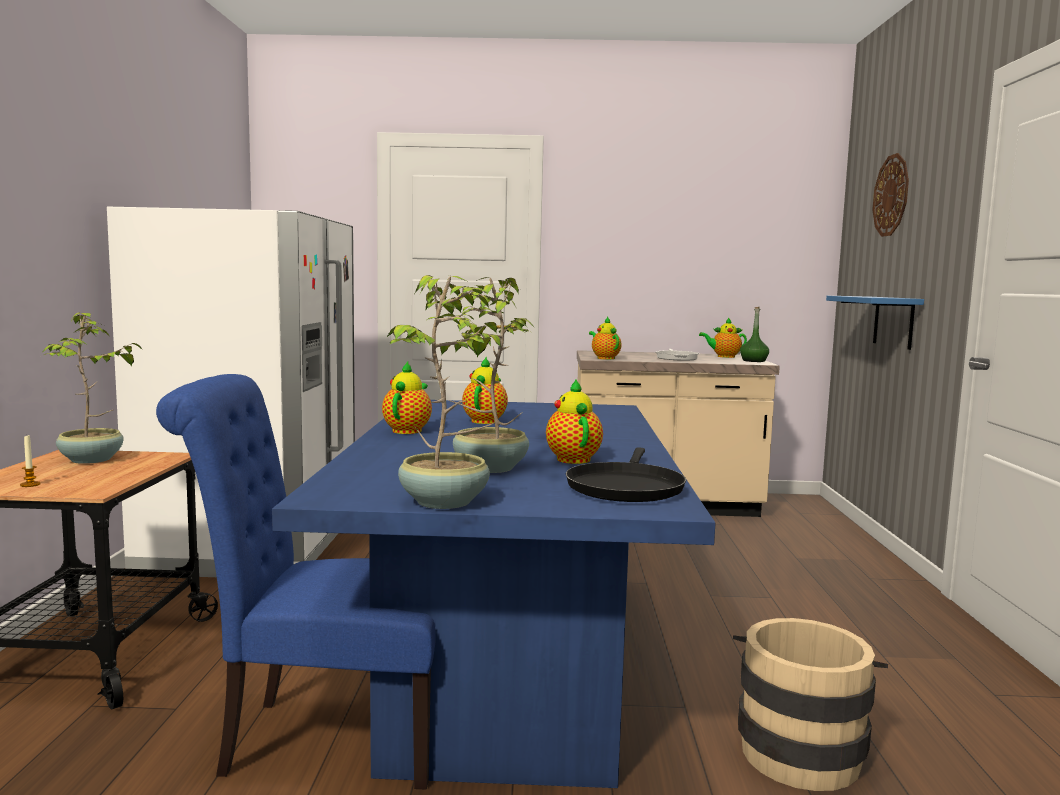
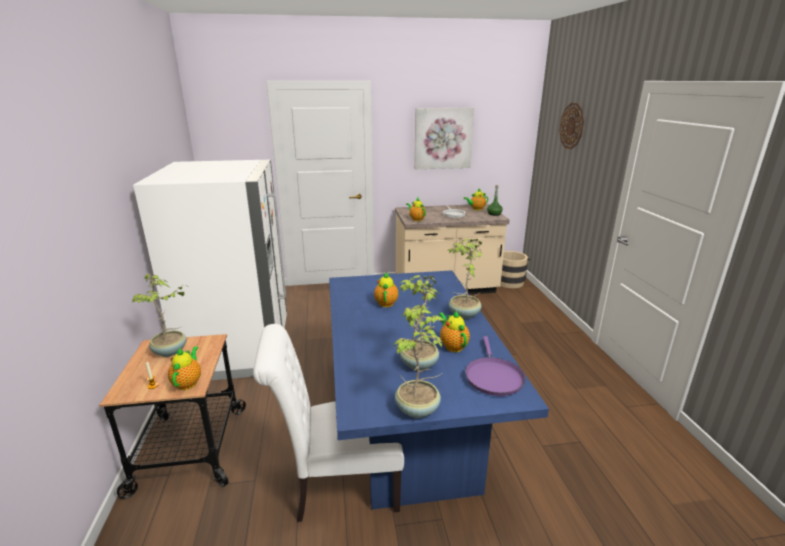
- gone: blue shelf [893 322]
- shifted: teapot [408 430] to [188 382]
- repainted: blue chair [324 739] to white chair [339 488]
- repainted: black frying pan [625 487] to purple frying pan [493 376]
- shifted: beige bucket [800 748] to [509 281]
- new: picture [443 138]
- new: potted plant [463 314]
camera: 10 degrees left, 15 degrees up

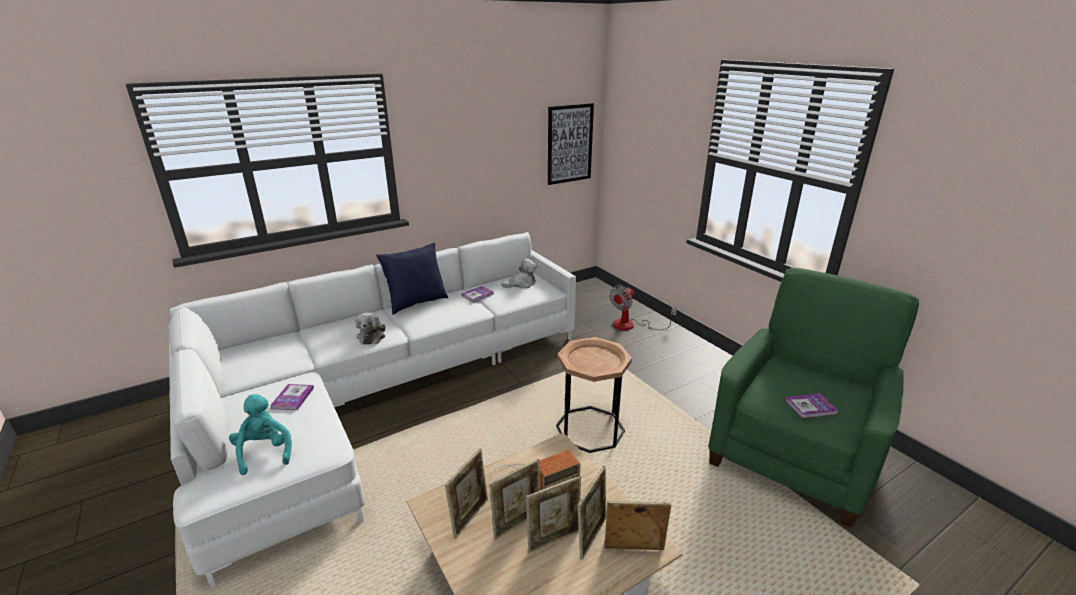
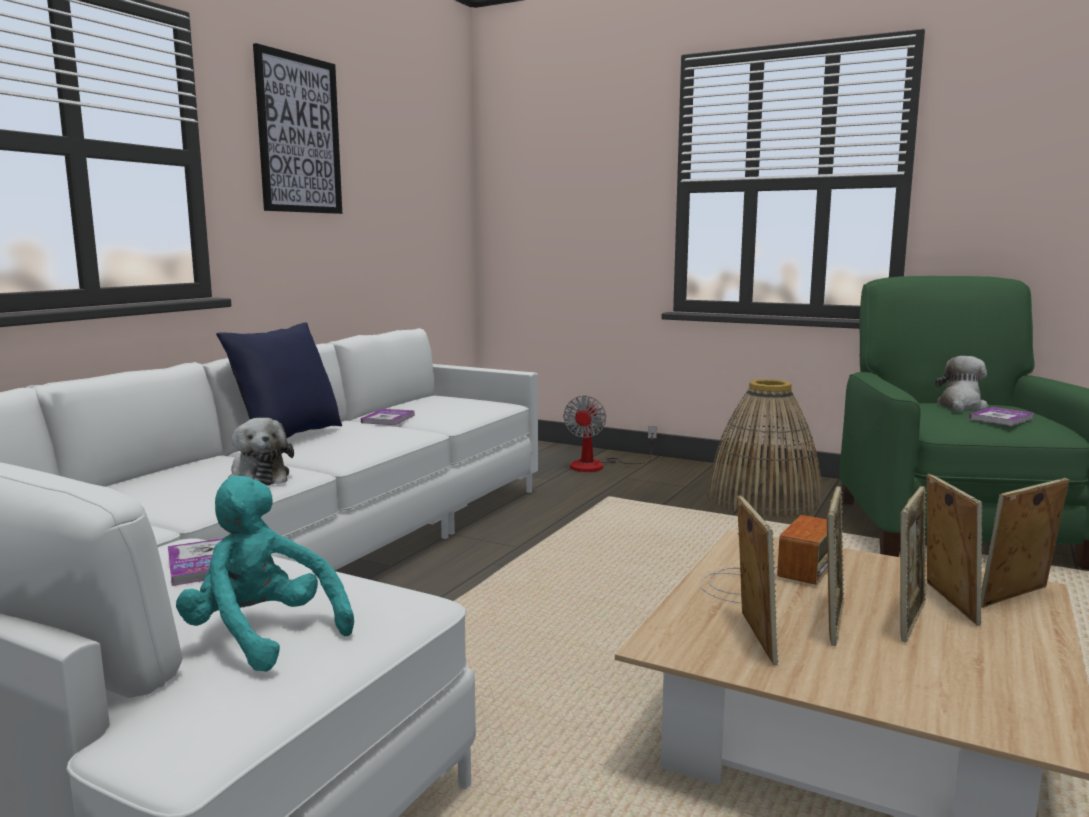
- shifted: picture [569 144] to [299 135]
- shifted: plush toy [521 284] to [960 406]
- gone: brown side table [590 429]
- new: basket [763 498]
camera: 30 degrees left, 15 degrees down

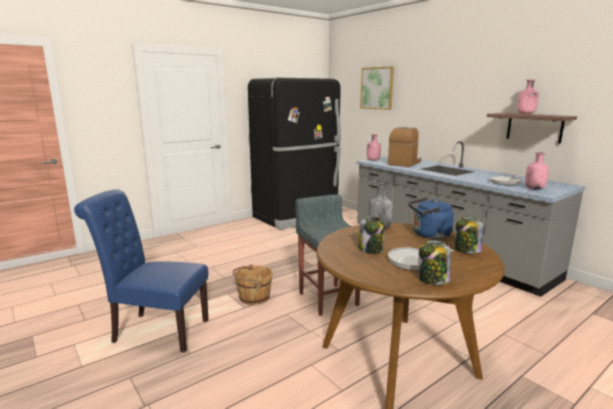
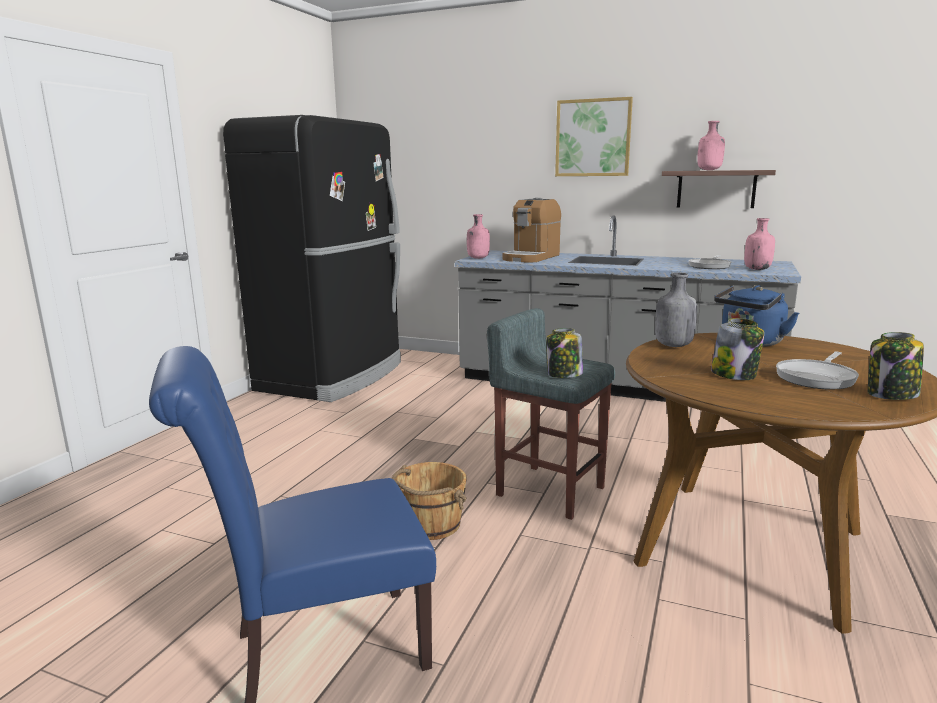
- shifted: picture [377 88] to [593 138]
- rotated: coffee machine [404 163] = [531 257] 150 degrees counterclockwise
- shifted: jar [467 250] to [564 375]
camera: 30 degrees left, 0 degrees up

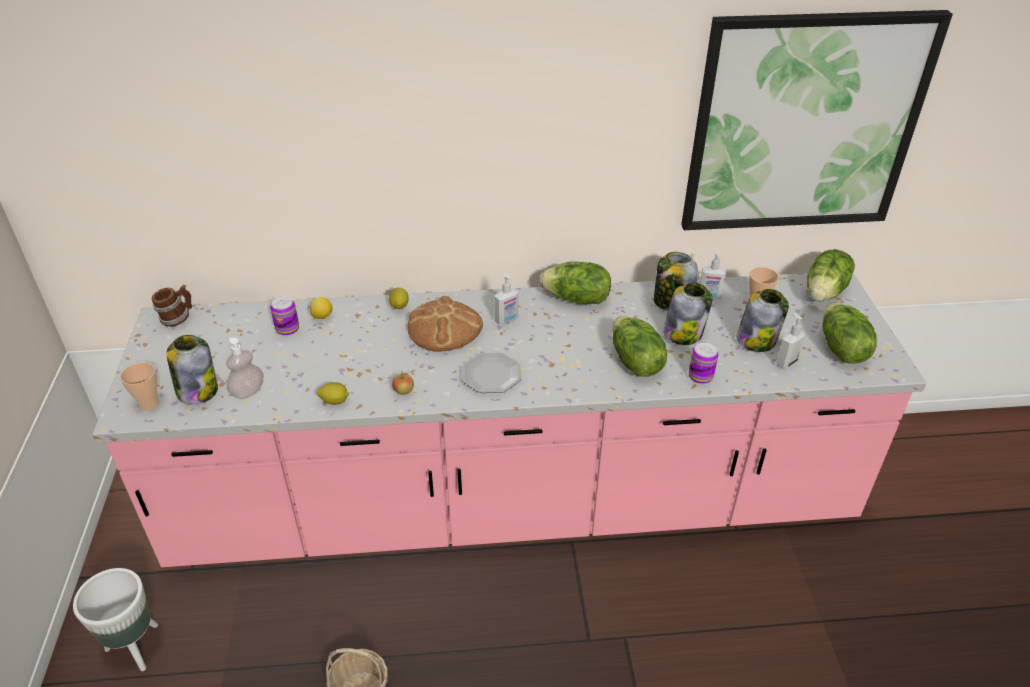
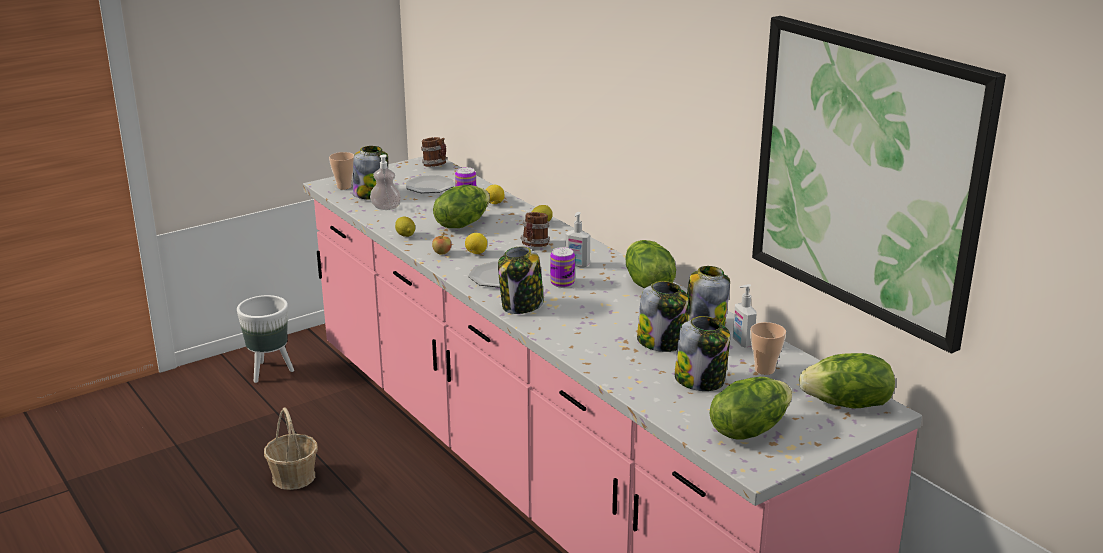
- swapped: bread [444 328] to mug [535 245]
- gone: soap dispenser [785 362]
- shifted: lettuce [634 362] to [462 224]
- shifted: can [700 376] to [562 283]
- new: plate [429 186]
- new: lemon [476 253]
- new: jar [522 306]
camera: 60 degrees right, 15 degrees down

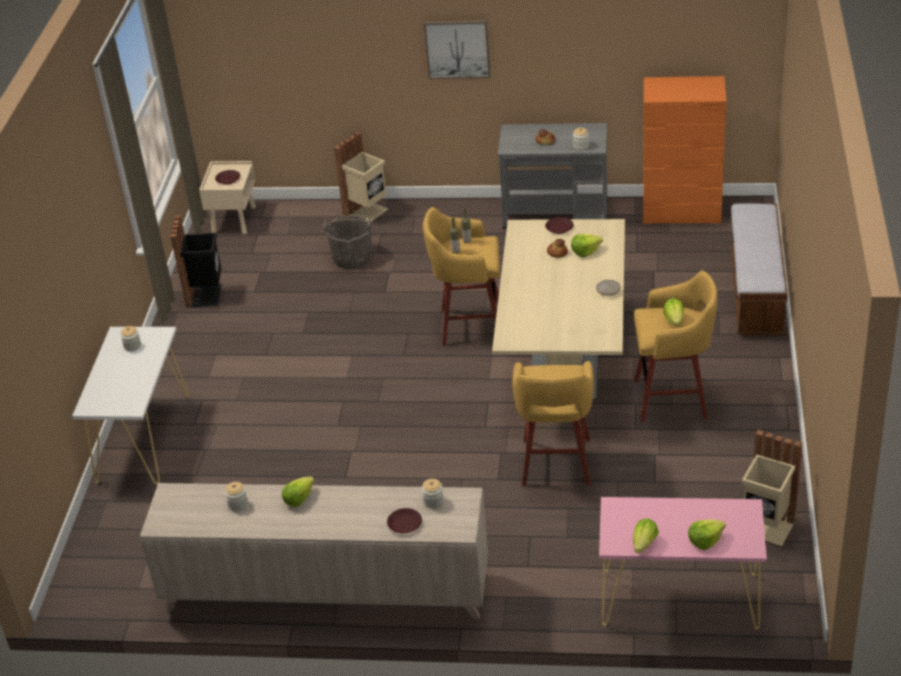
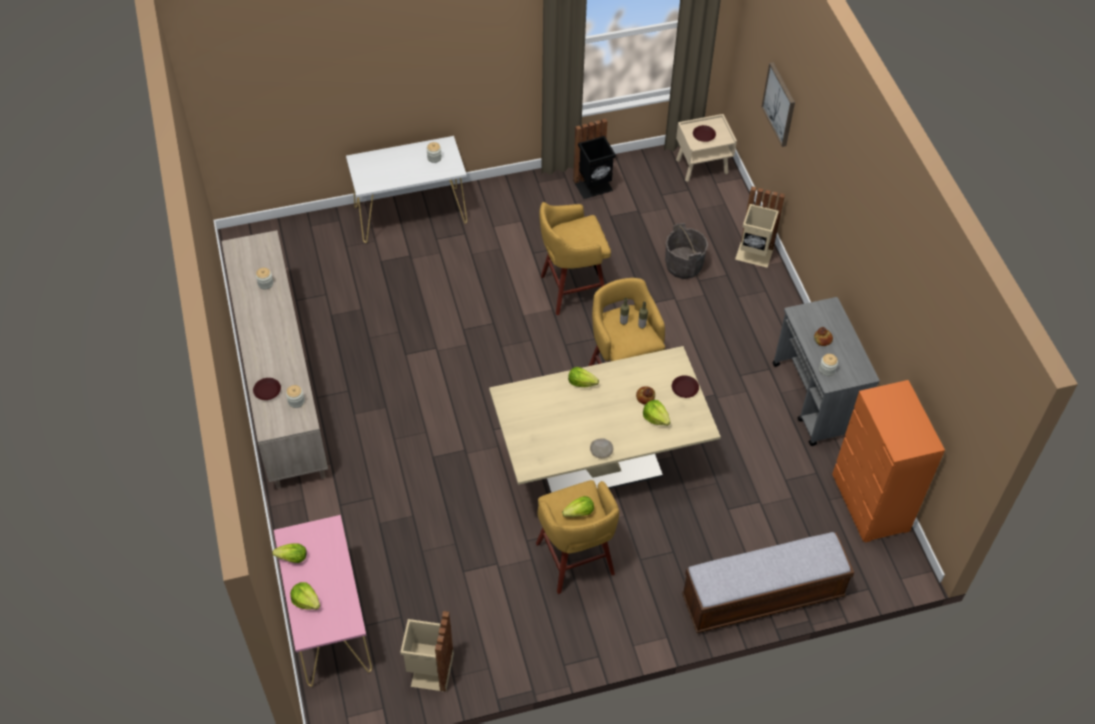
- shifted: picture [457 48] to [779 104]
- shifted: yellow stool [556 464] to [571 290]
- shifted: lettuce [298 499] to [581 382]
camera: 65 degrees right, 15 degrees up

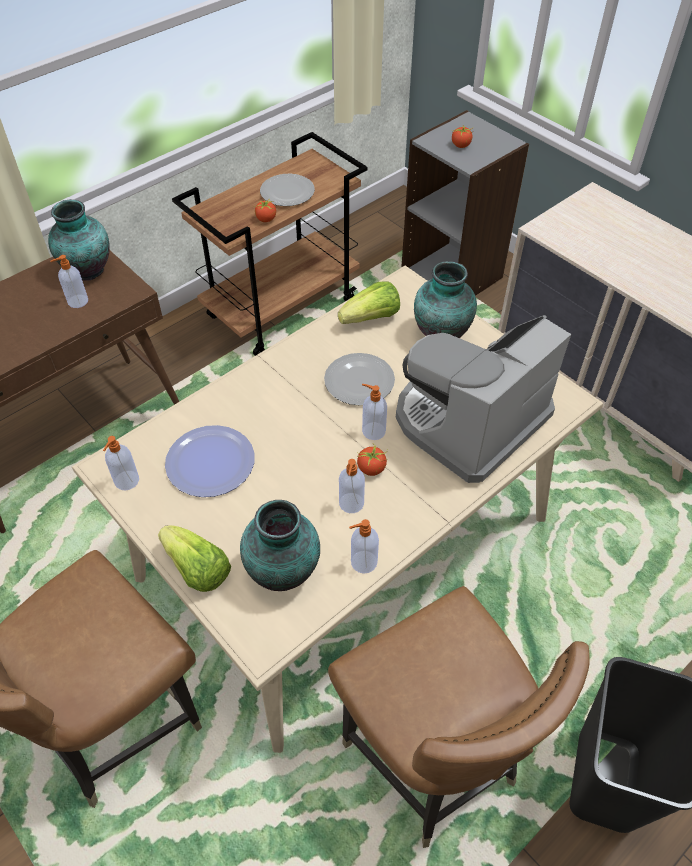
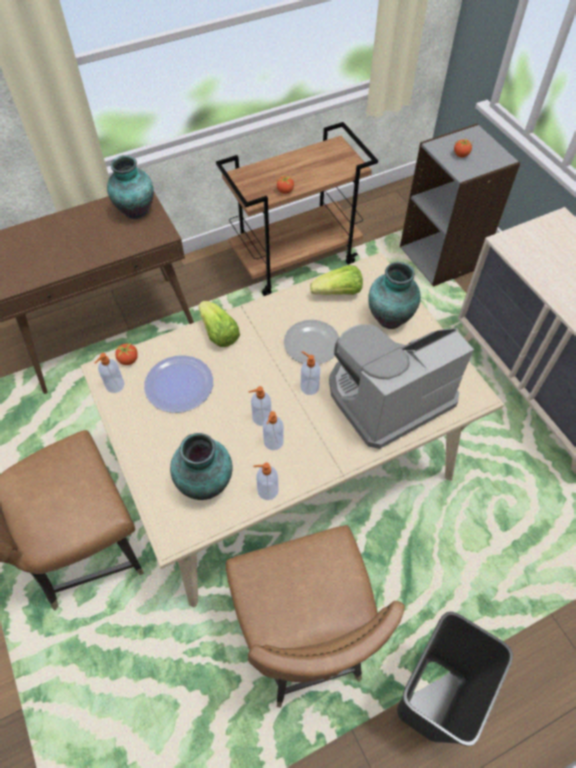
- gone: plate [288 192]
- shifted: soap dispenser [77 301] to [261 418]
- shifted: tomato [371 468] to [128 360]
- shifted: lettuce [197 569] to [219 333]
camera: 15 degrees right, 5 degrees up

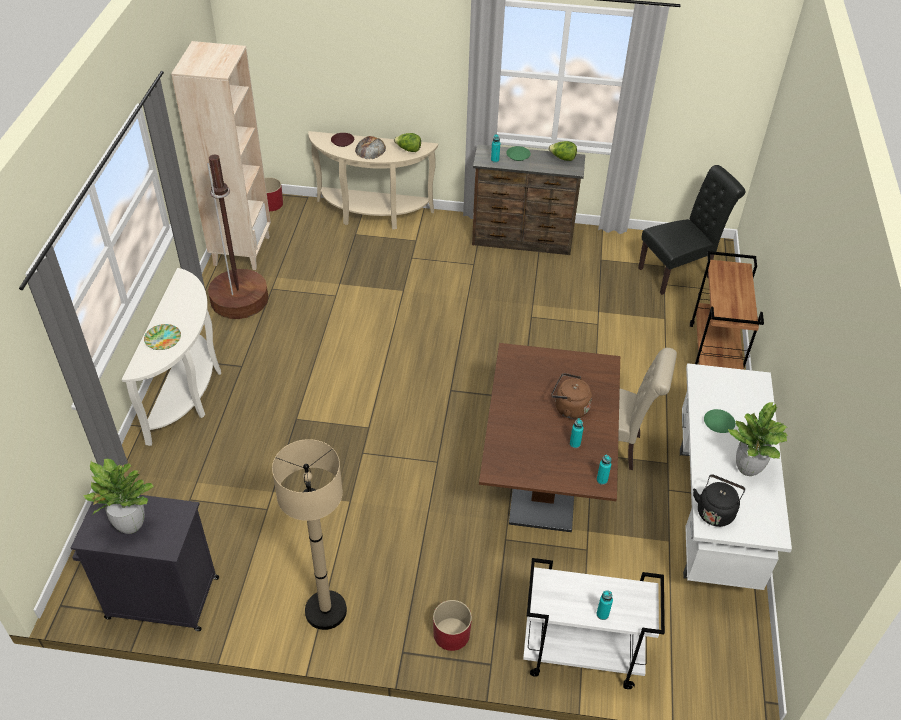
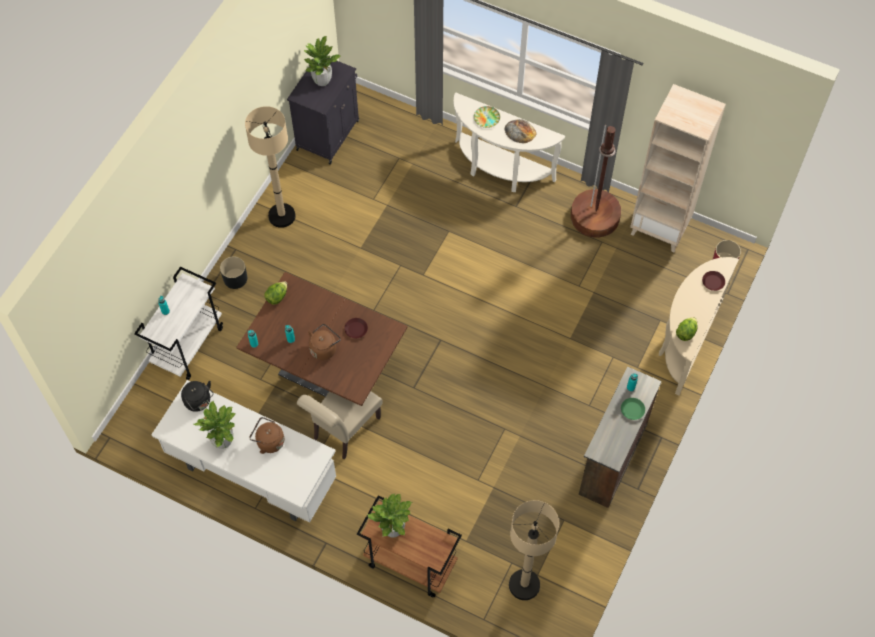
- shifted: bread [370 149] to [520 131]
- shifted: lettuce [562 158] to [277 297]
- swapped: black chair [679 272] to beige floor lamp [524 585]
- swapped: green plate [718 424] to brown kettle [268 441]
- repainted: red planter [451 634] to black planter [235 278]
- new: brown plate [356 329]
- new: potted plant [393 529]
camera: 110 degrees right, 15 degrees up

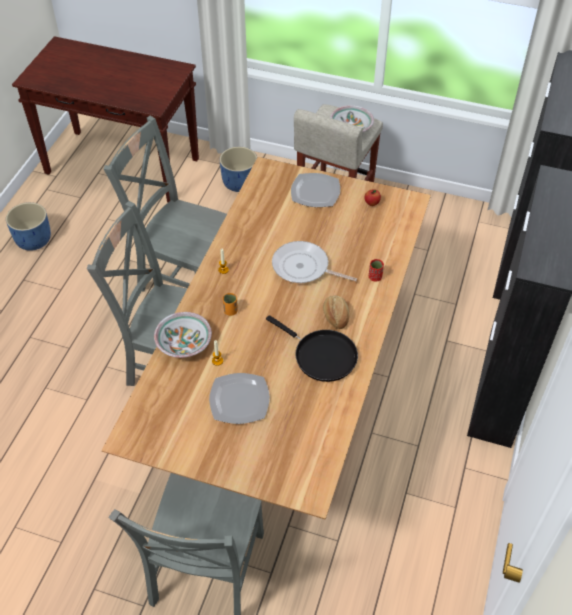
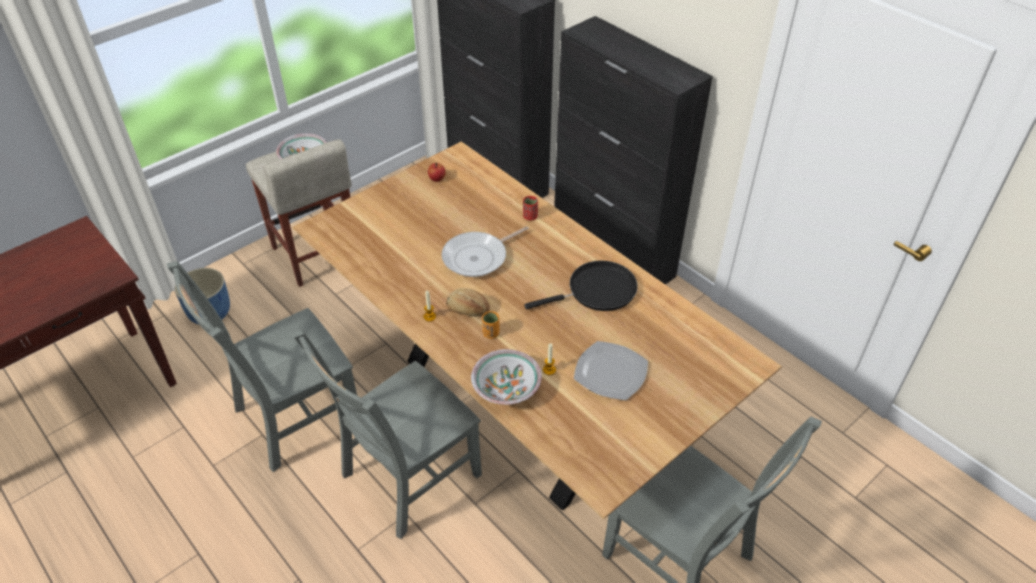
- gone: plate [315 192]
- gone: blue planter [34 240]
- shifted: bread [335 316] to [467 310]
camera: 60 degrees left, 5 degrees down

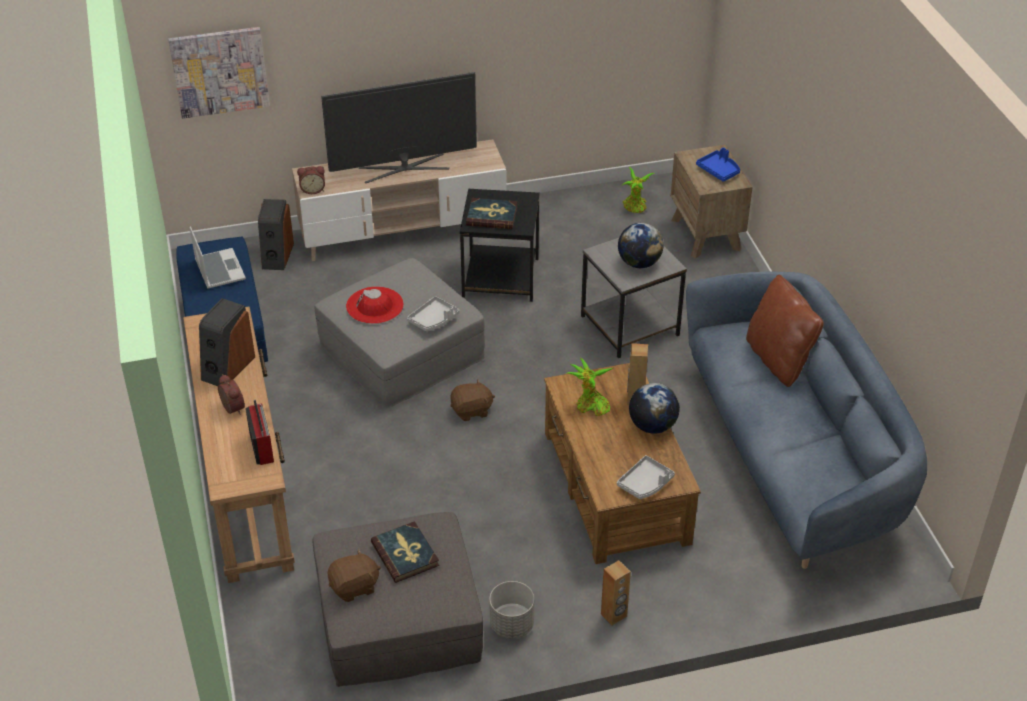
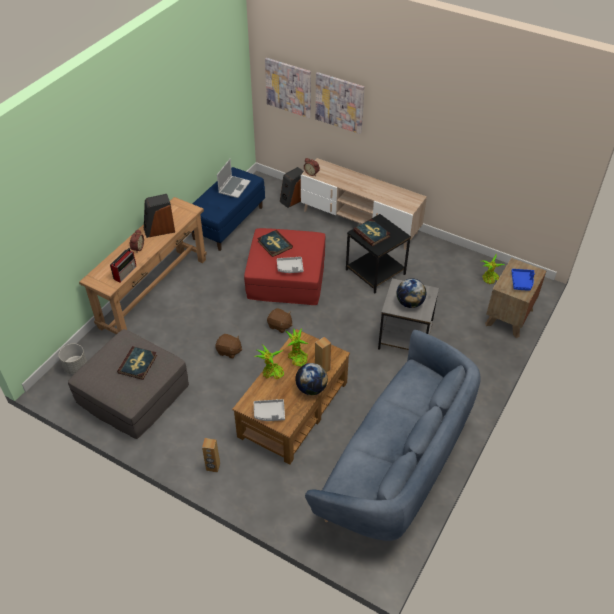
- gone: television [404 168]
- repainted: grey ottoman [401 352] to red ottoman [286 277]
- gone: brown pillow [778 360]
- swapped: red hat [375 305] to book [274 244]
- shifted: brown plush toy [354 587] to [229 351]
- shifted: grey planter [511 625] to [75 367]
- new: picture [339 102]
- new: potted plant [271 373]
camera: 45 degrees right, 5 degrees up

